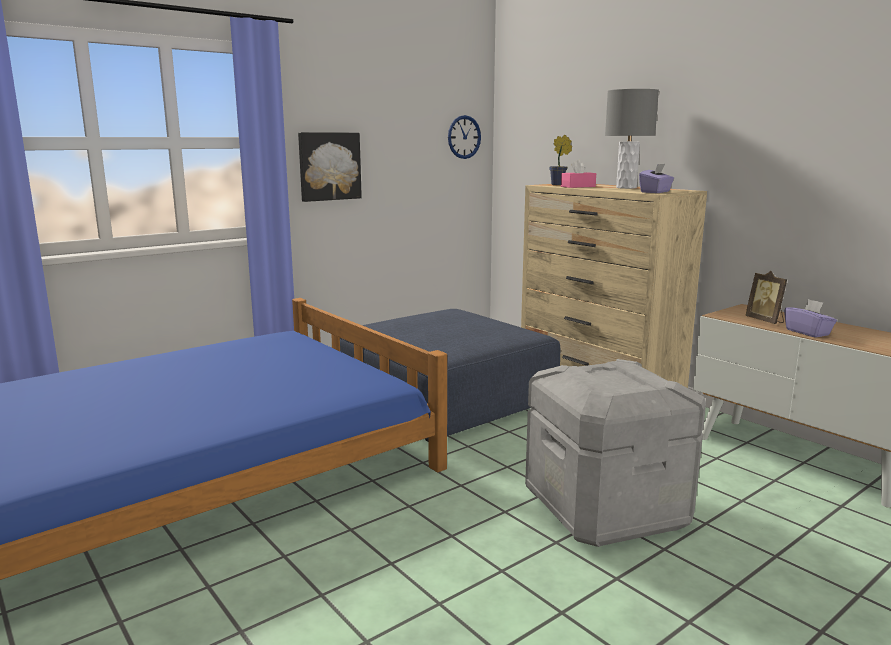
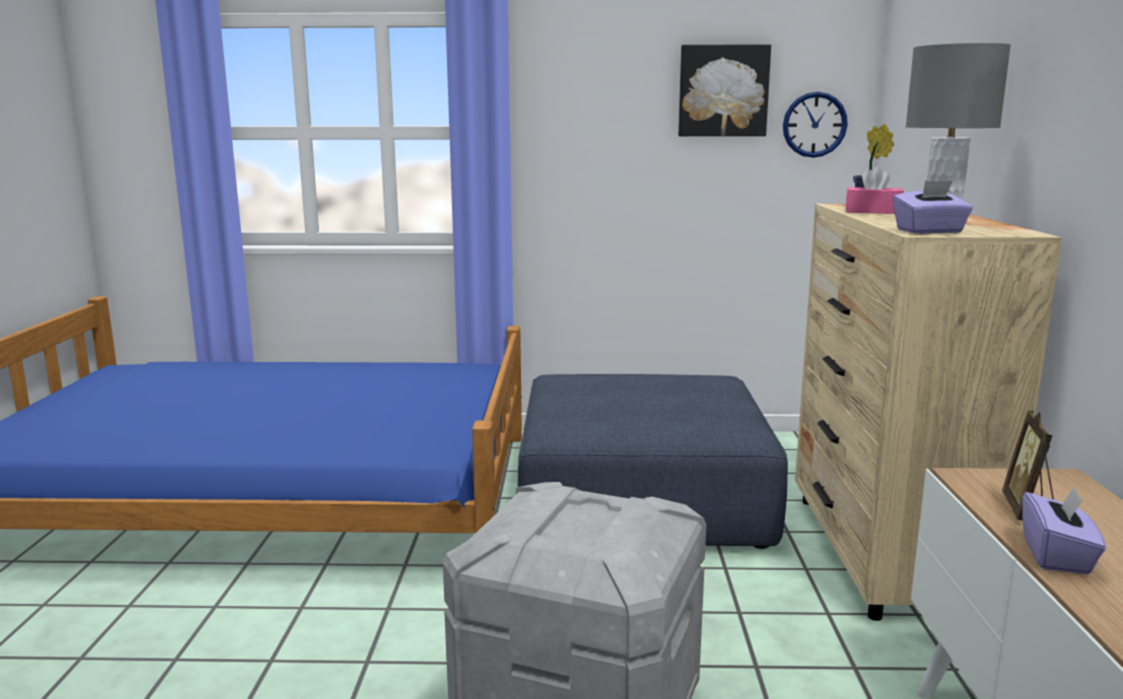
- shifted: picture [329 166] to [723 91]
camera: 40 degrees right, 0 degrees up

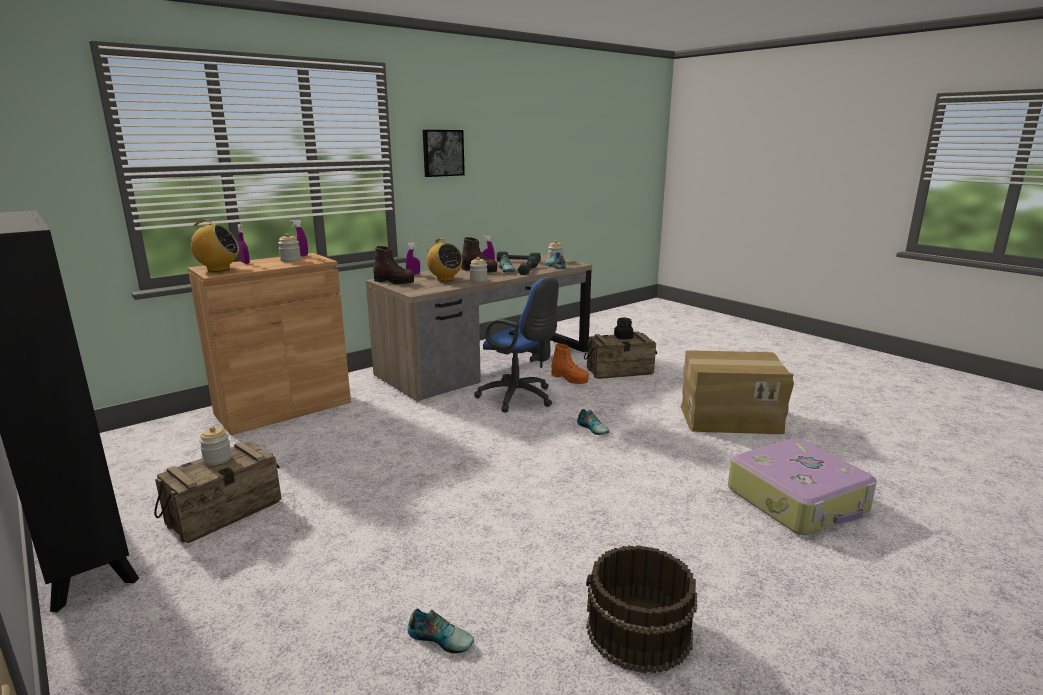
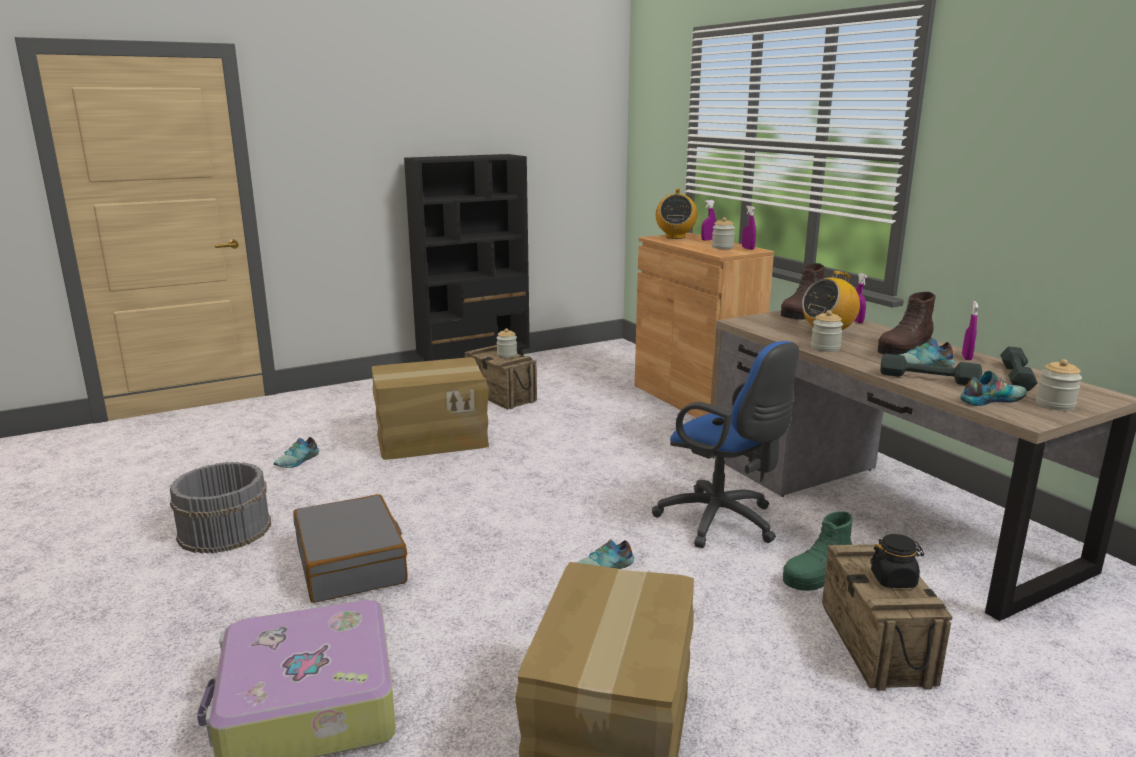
- gone: picture [442 153]
- rotated: blue office chair [519 398] = [723 522] 90 degrees counterclockwise
- repainted: orange boot [570 379] to green boot [816 576]
- repainted: brown bucket [638 632] to grey bucket [224 530]
- new: cardboard box [431 438]
- new: grey suitcase [351 564]
camera: 100 degrees right, 0 degrees up

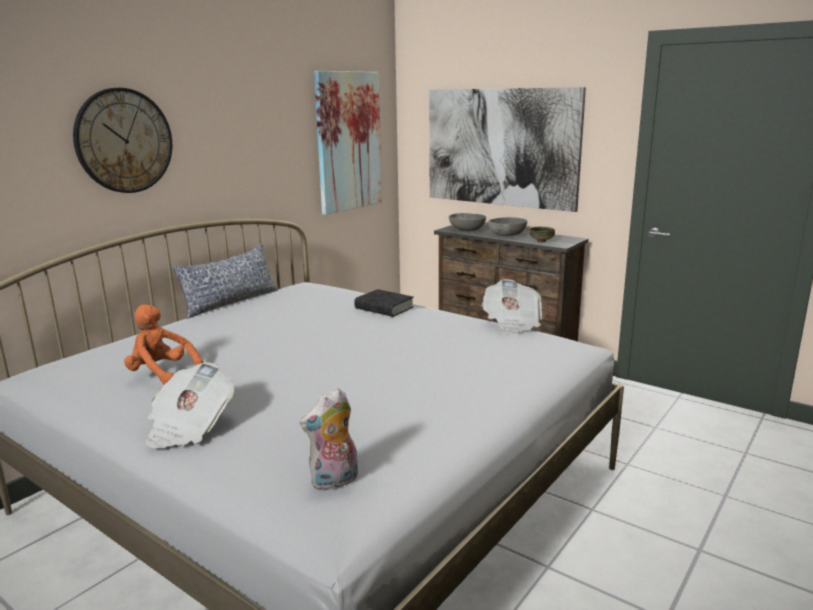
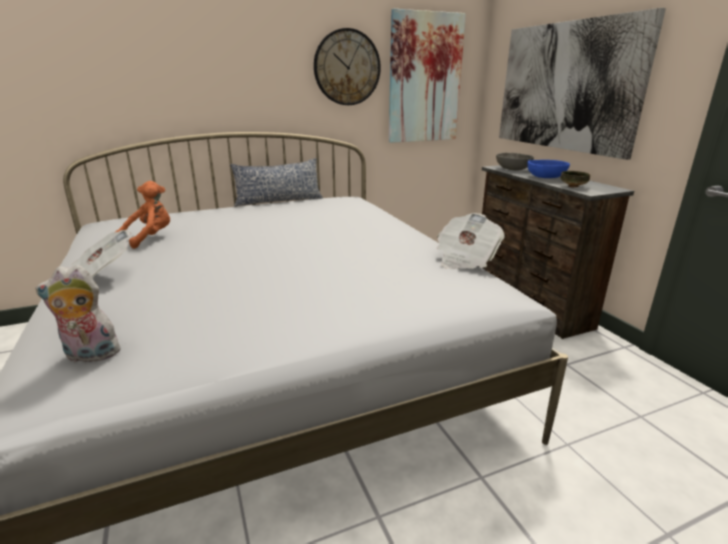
- shifted: wall clock [124 141] to [347 67]
- repainted: grey bowl [507 235] to blue bowl [546 177]
- gone: black book [384 308]
- rotated: orange plush toy [162 374] = [150 238] 75 degrees clockwise
camera: 30 degrees right, 5 degrees up

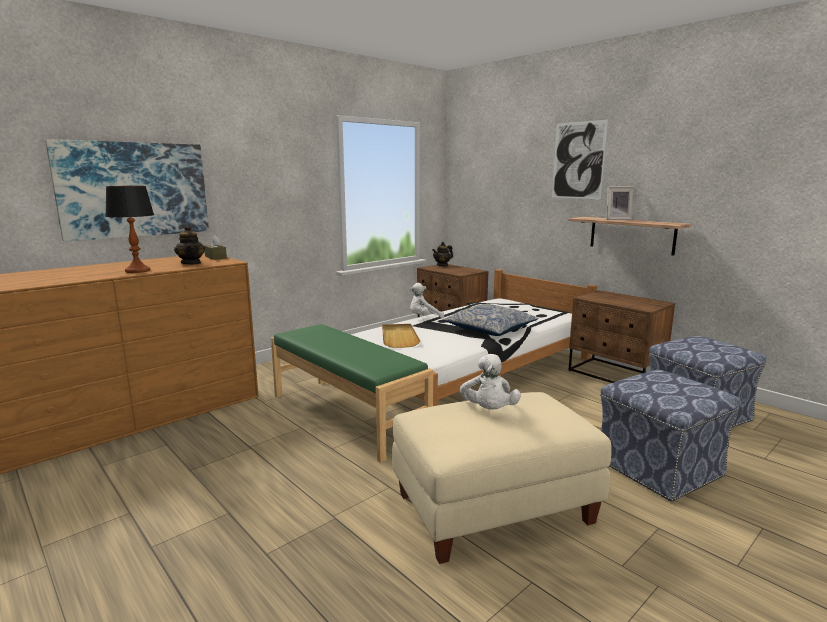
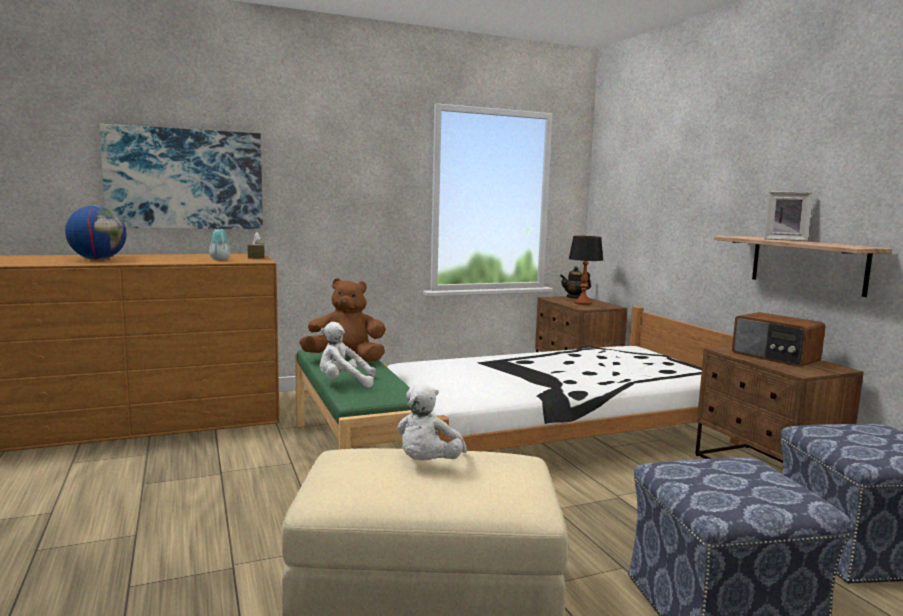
- gone: picture [578 160]
- shifted: table lamp [137 271] to [583 303]
- swapped: teapot [191 263] to vase [220 259]
- shifted: white plush toy [424 318] to [344 383]
- gone: pillow [490 329]
- gone: beige tray [399 337]
- new: globe [98 259]
- new: brown plush toy [346 360]
- new: radio [775 357]
camera: 20 degrees right, 5 degrees down

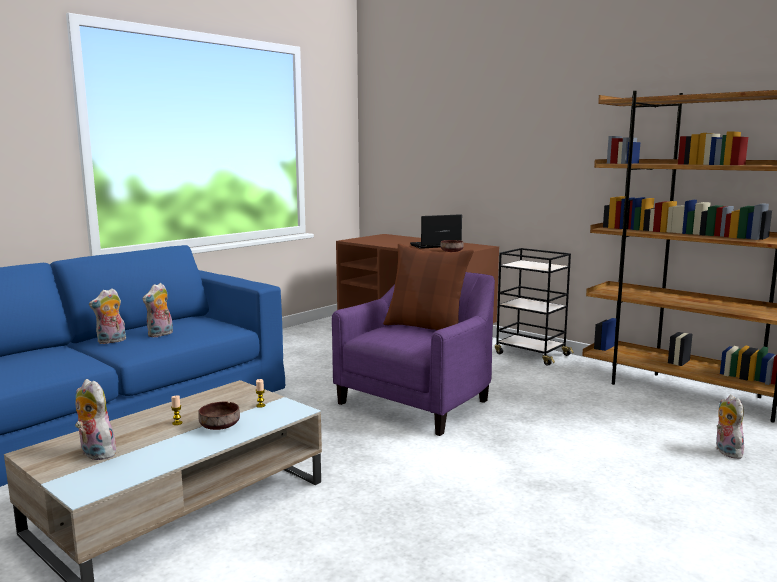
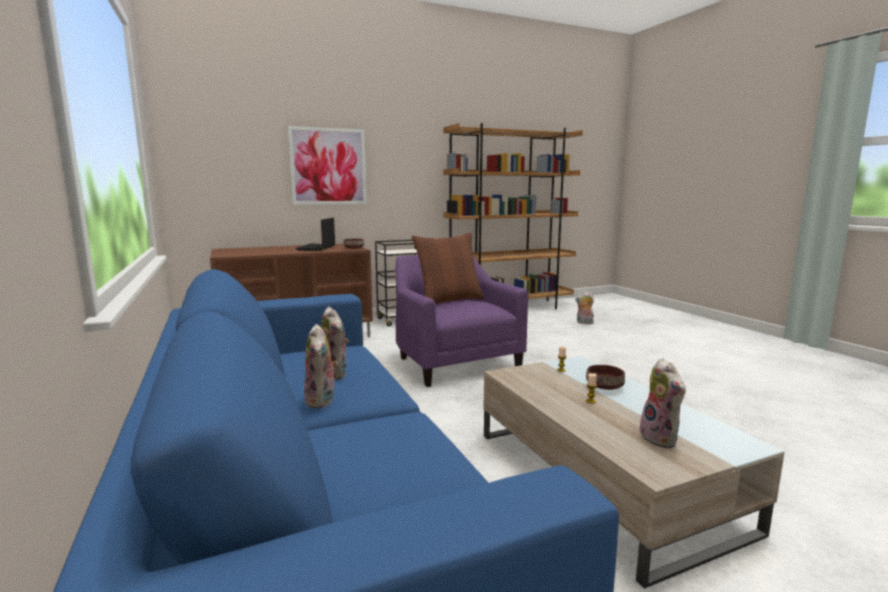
- rotated: plush toy [95 453] = [661 438] 75 degrees counterclockwise
- new: picture [328 166]
camera: 65 degrees left, 0 degrees up

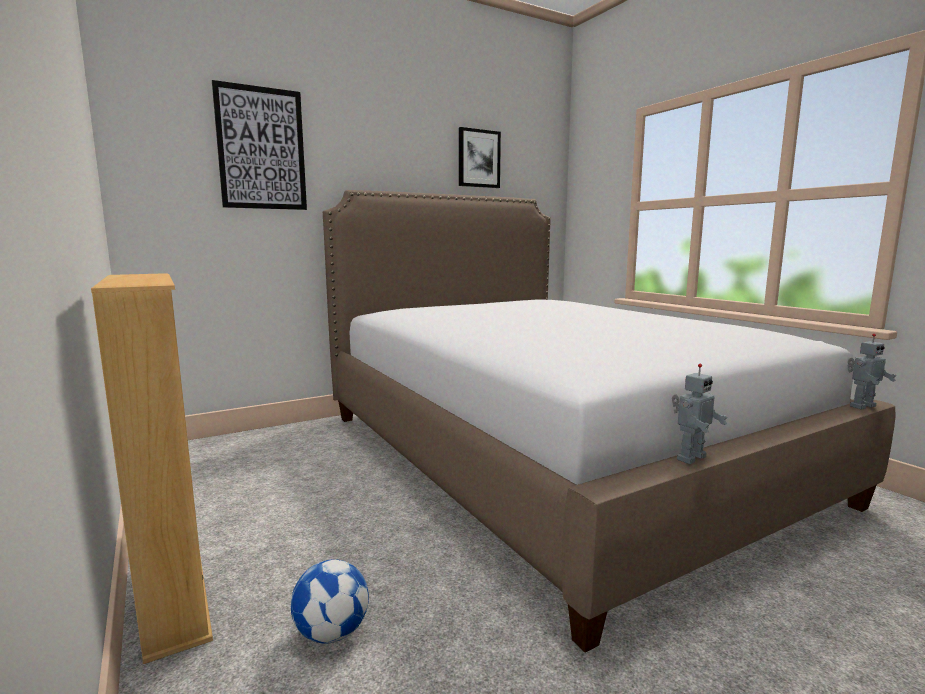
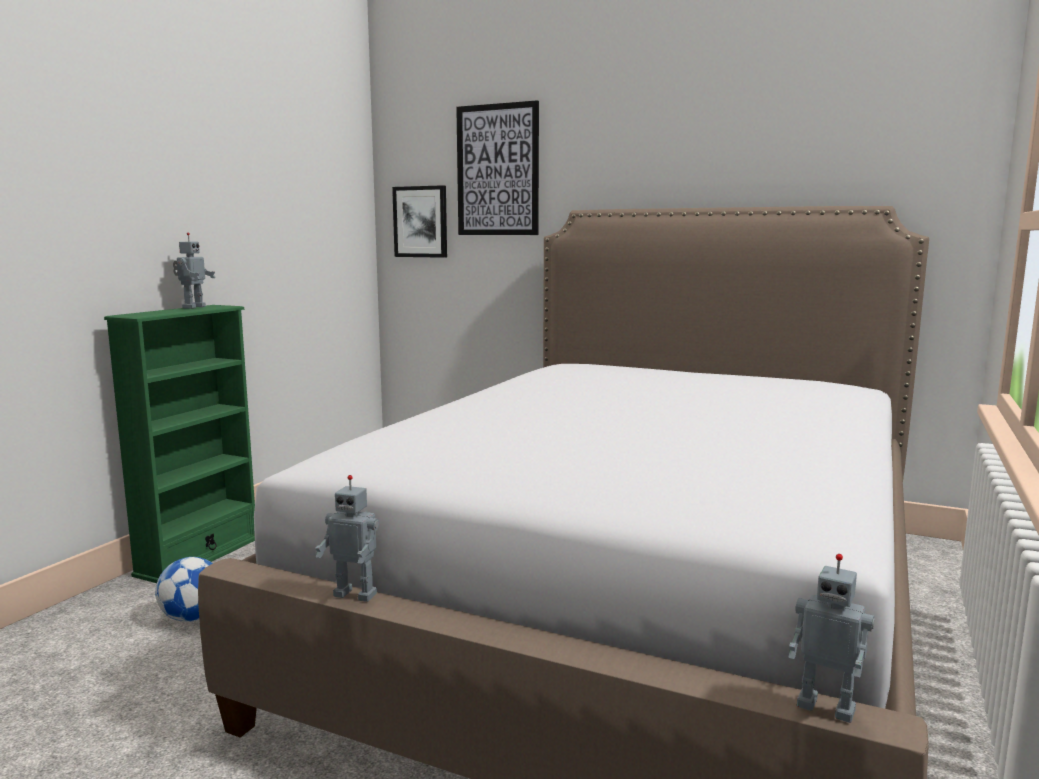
- shifted: picture [478 158] to [421 222]
- repainted: beige bookcase [174 599] to green bookcase [199 556]
- new: toy robot [193 307]
camera: 55 degrees right, 0 degrees up

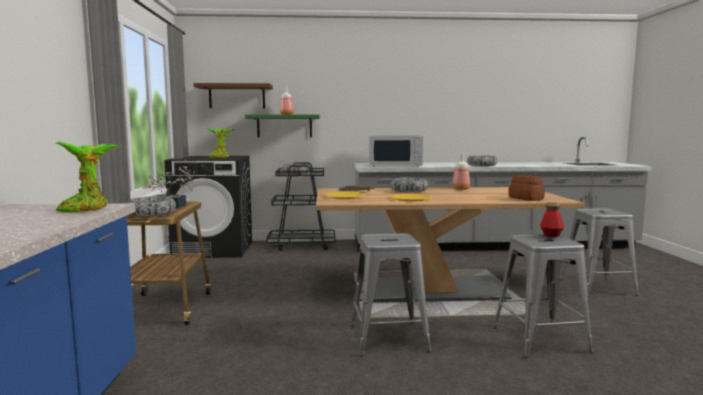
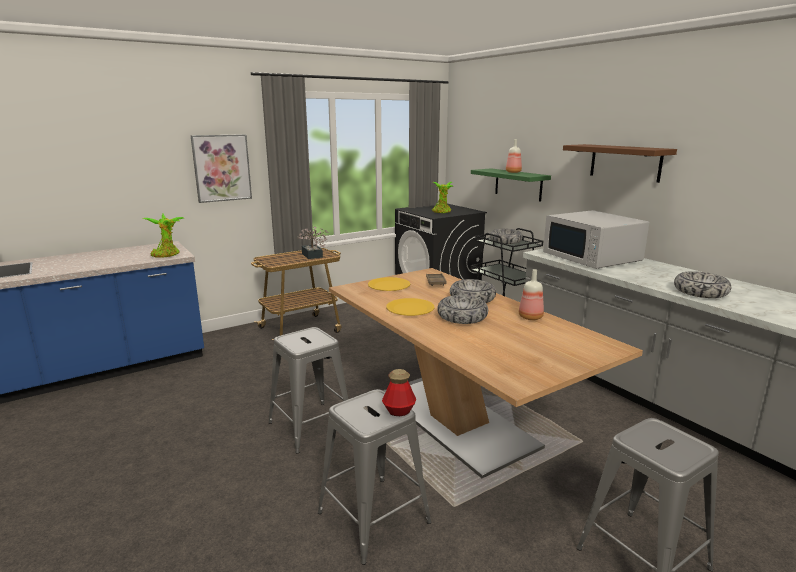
- shifted: brown shelf [237 96] to [625 162]
- gone: bread [526 198]
- shifted: bowl [151 213] to [462 317]
- new: picture [221 168]
camera: 60 degrees right, 10 degrees up

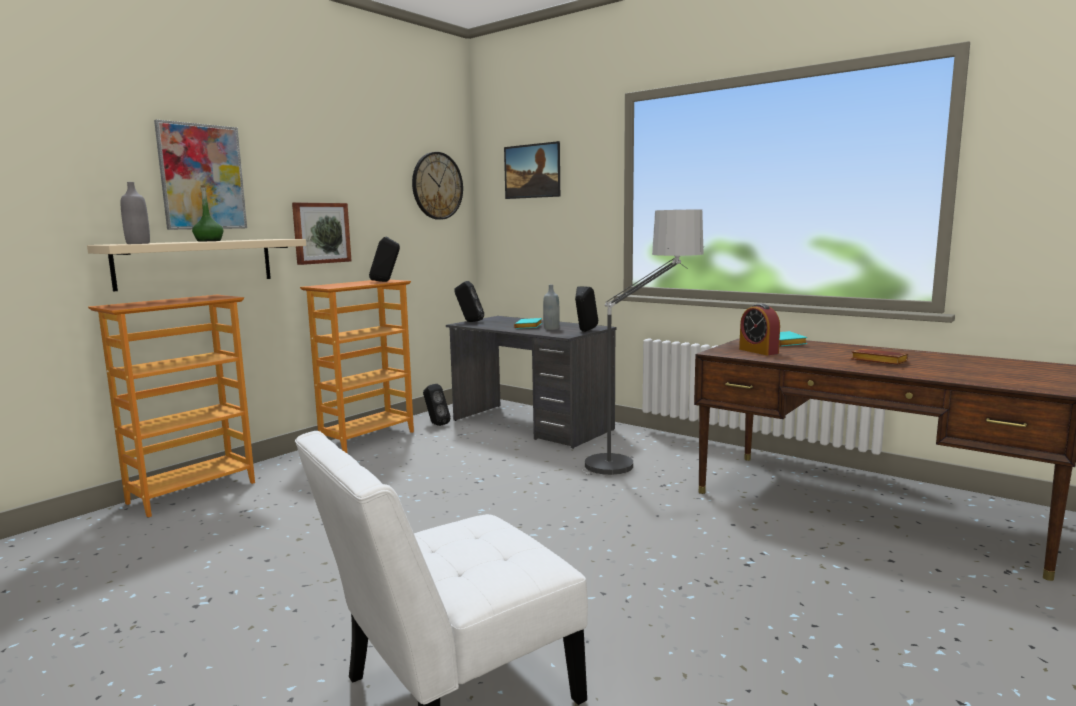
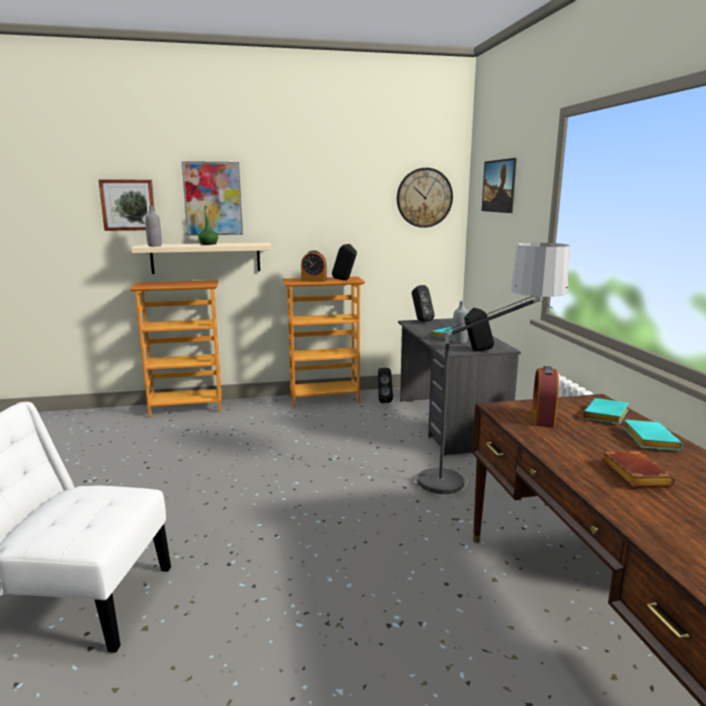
- shifted: picture [321 233] to [128 205]
- new: alarm clock [314 280]
- new: turquoise book [647 439]
camera: 40 degrees right, 5 degrees up

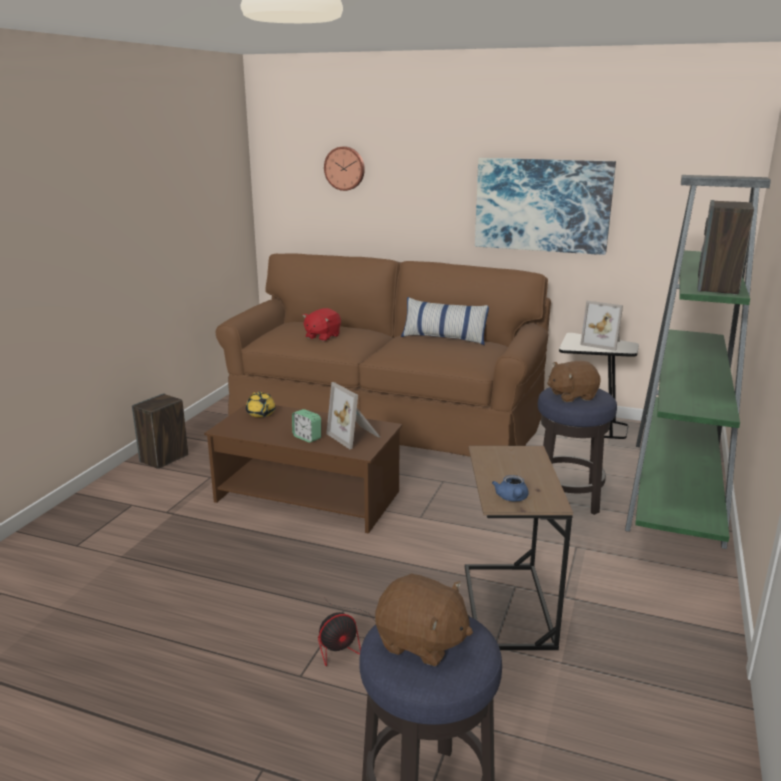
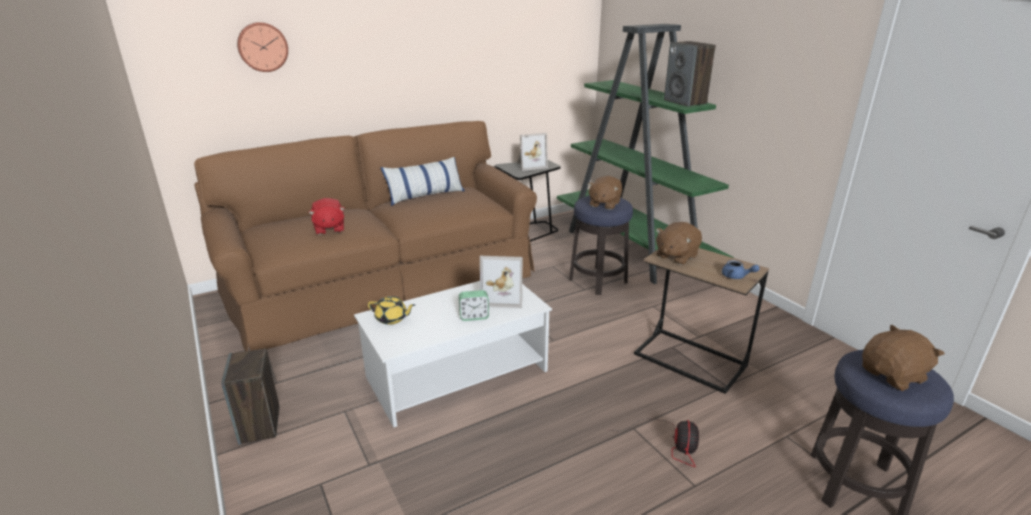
- gone: picture [542 205]
- repainted: brown coffee table [308 496] to white coffee table [458 373]
- new: brown plush toy [676 256]
camera: 50 degrees left, 5 degrees up

